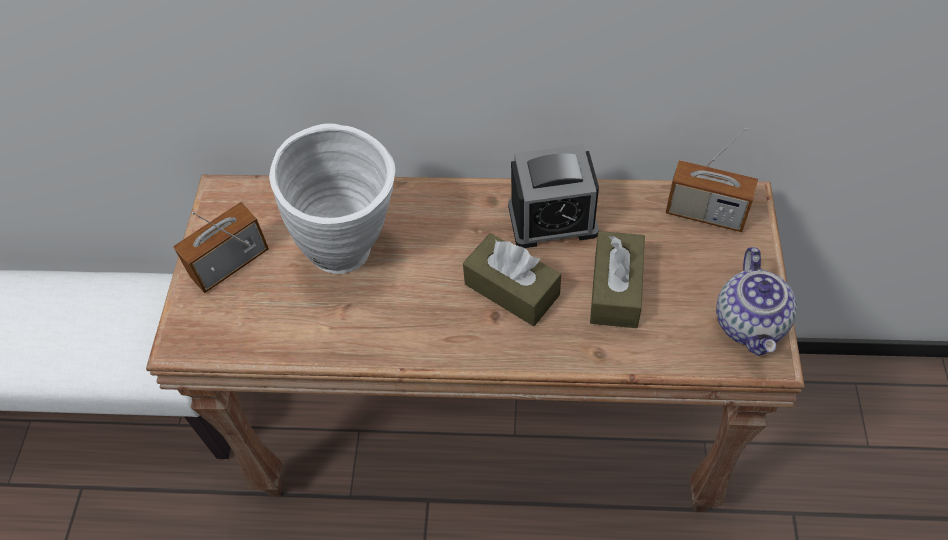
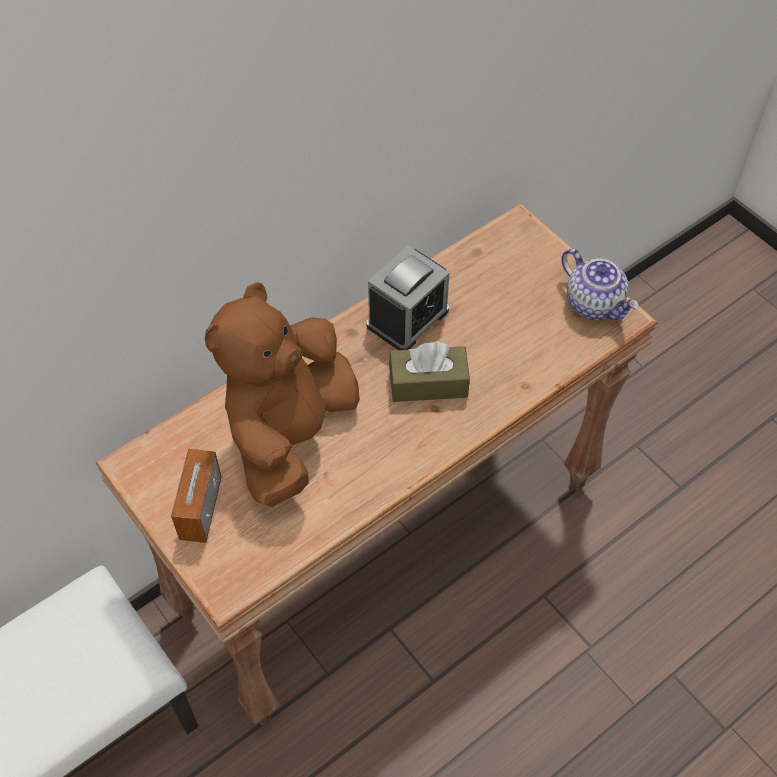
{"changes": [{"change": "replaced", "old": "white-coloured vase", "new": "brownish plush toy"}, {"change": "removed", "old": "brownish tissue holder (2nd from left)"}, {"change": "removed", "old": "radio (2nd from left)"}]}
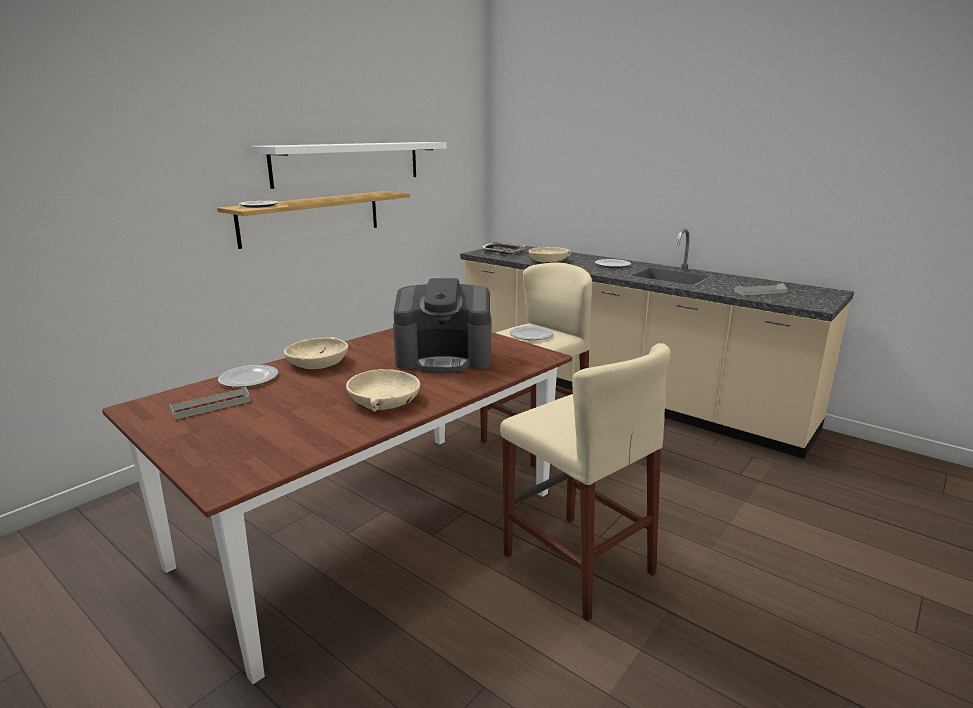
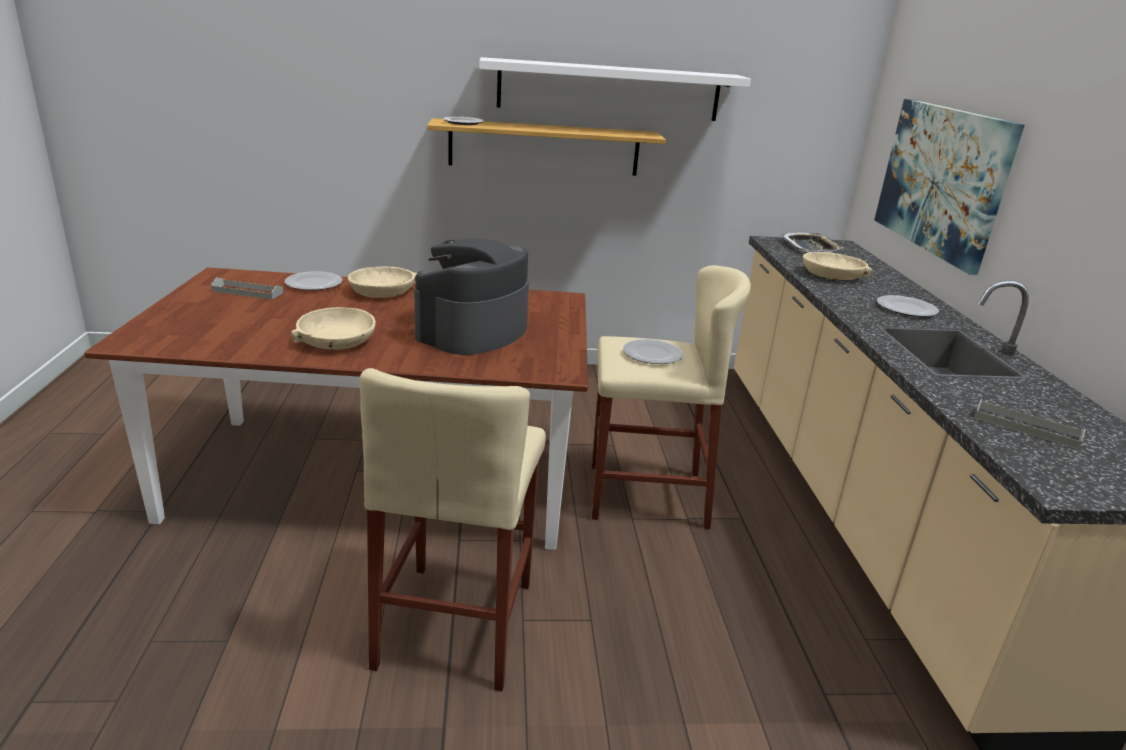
{"changes": [{"change": "turned", "old": "coffee maker", "degrees": 75}, {"change": "added", "new": "picture"}]}
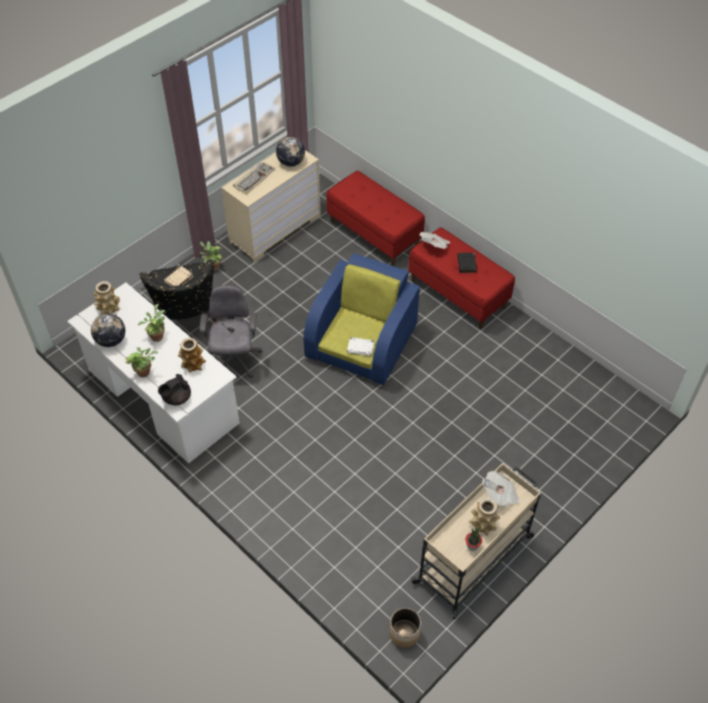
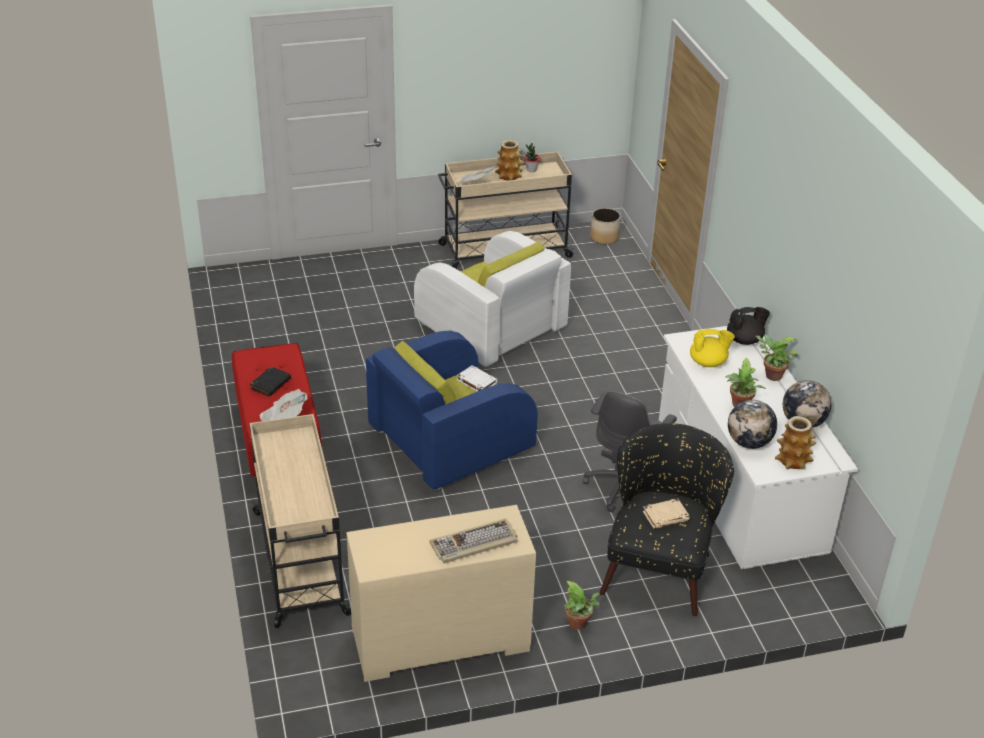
{"changes": [{"change": "replaced", "old": "vase (2nd from left)", "new": "yellowish tea pot"}, {"change": "moved", "old": "world globe (2nd from left in the first image)", "new": "world globe (1st from left)"}, {"change": "replaced", "old": "red long seat (1st from left)", "new": "beige-coloured trolley (1st from left)"}, {"change": "added", "new": "white-coloured armchair"}]}
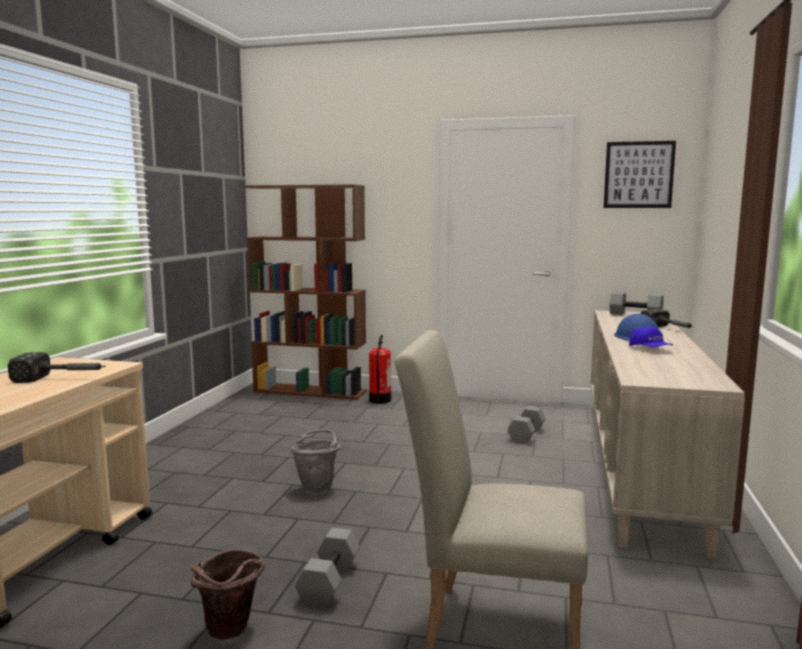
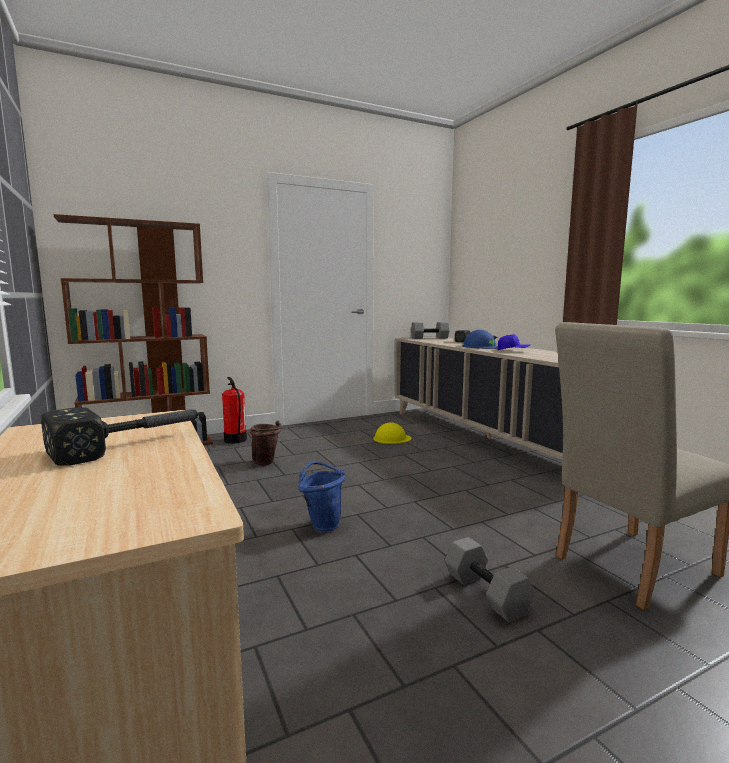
{"changes": [{"change": "moved", "old": "brownish bucket"}, {"change": "recoloured", "old": "greyish bucket", "new": "blue bucket"}, {"change": "replaced", "old": "greyish hand weight (2nd from left)", "new": "yellowish hard hat"}, {"change": "removed", "old": "picture"}]}
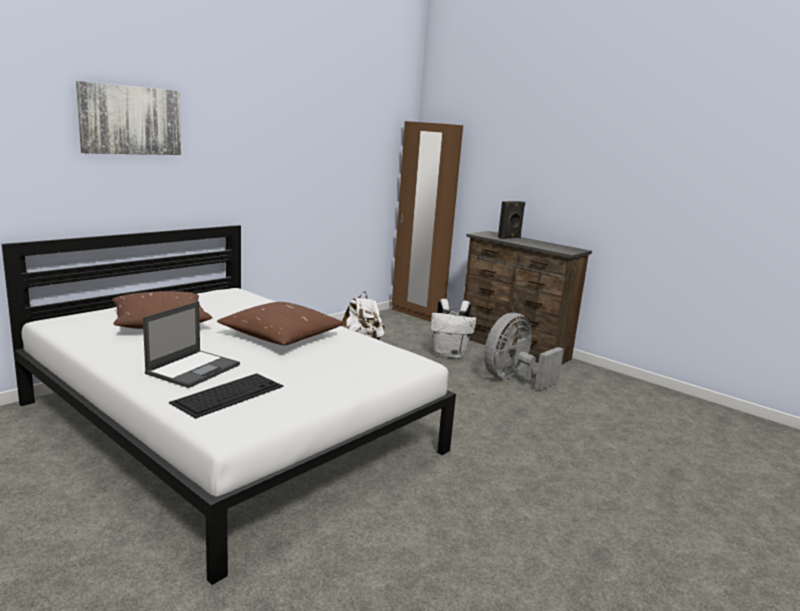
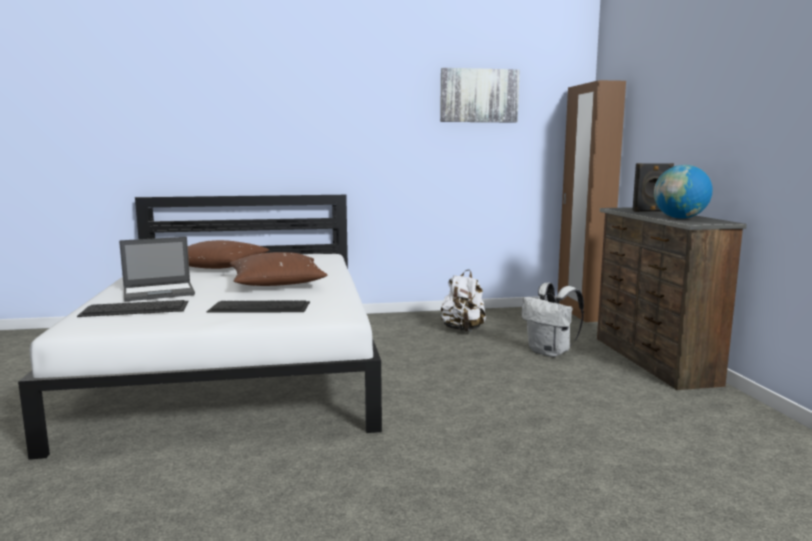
{"changes": [{"change": "moved", "old": "picture"}, {"change": "removed", "old": "greyish cooling fan"}, {"change": "added", "new": "computer keyboard (2nd from left)"}, {"change": "added", "new": "world globe"}]}
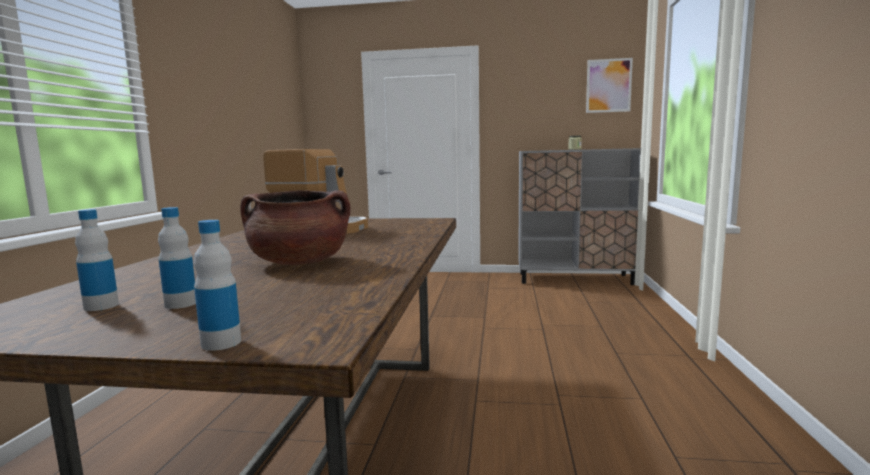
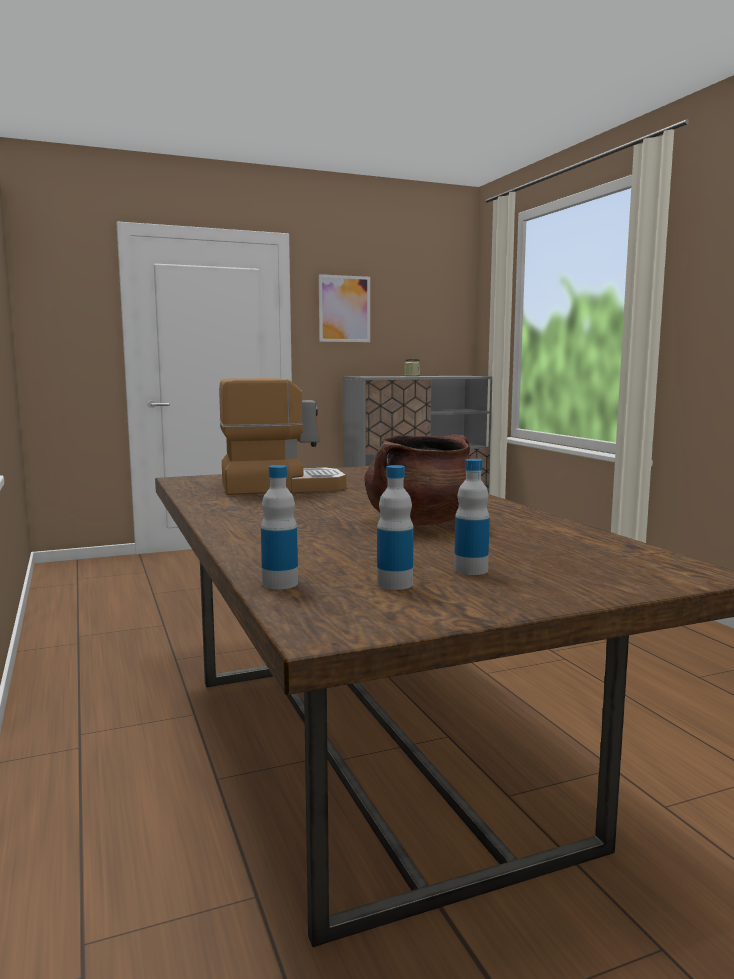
{"changes": [{"change": "moved", "old": "beverage bottle (3rd from left in the first image)", "new": "beverage bottle (1st from left)"}, {"change": "moved", "old": "picture"}]}
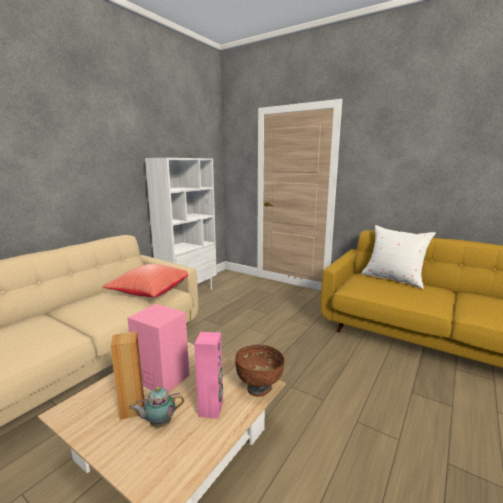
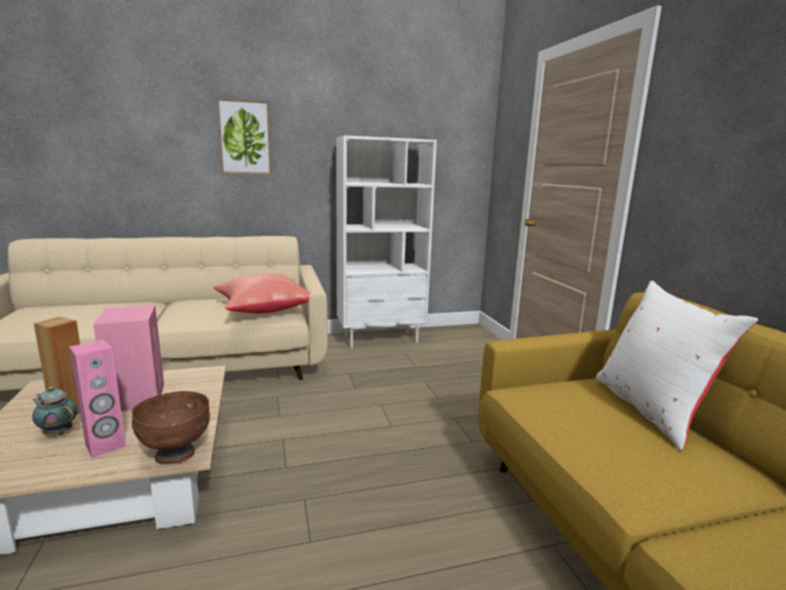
{"changes": [{"change": "added", "new": "picture"}]}
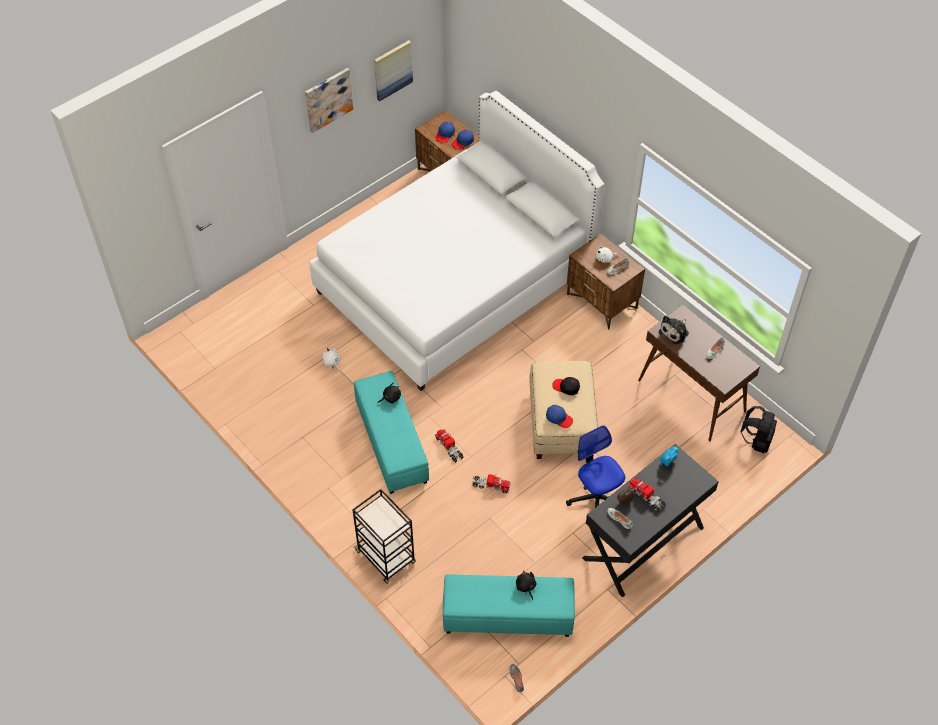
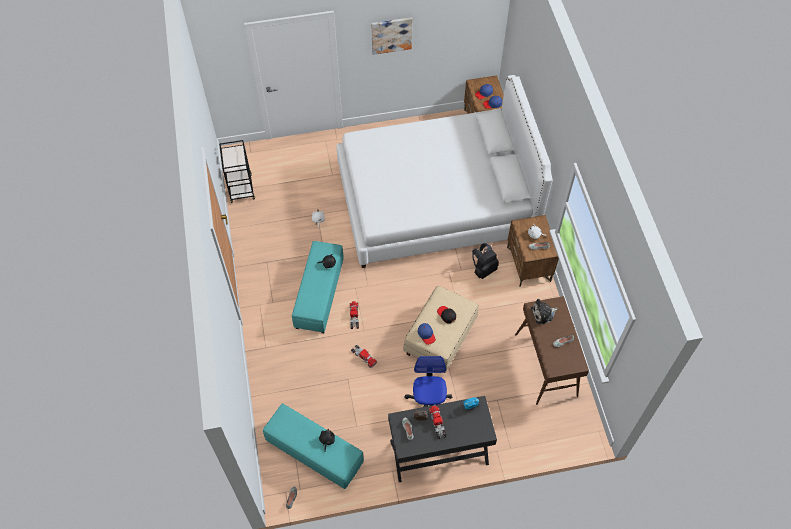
{"changes": [{"change": "moved", "old": "black trolley"}, {"change": "removed", "old": "picture (2nd from left)"}, {"change": "moved", "old": "black backpack"}]}
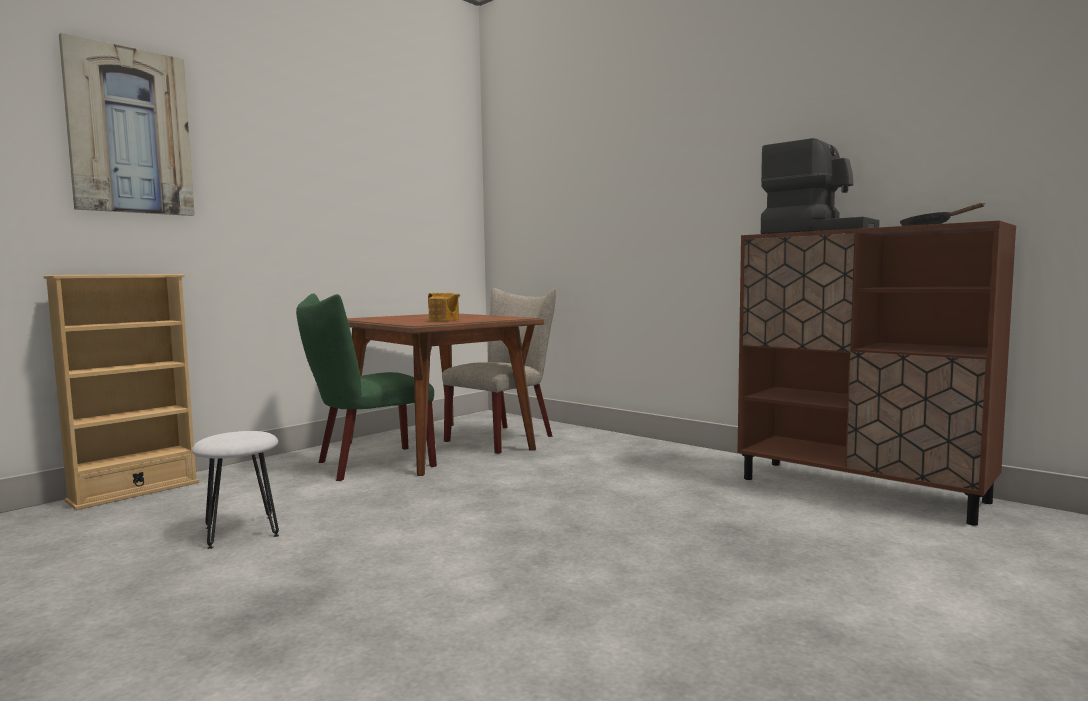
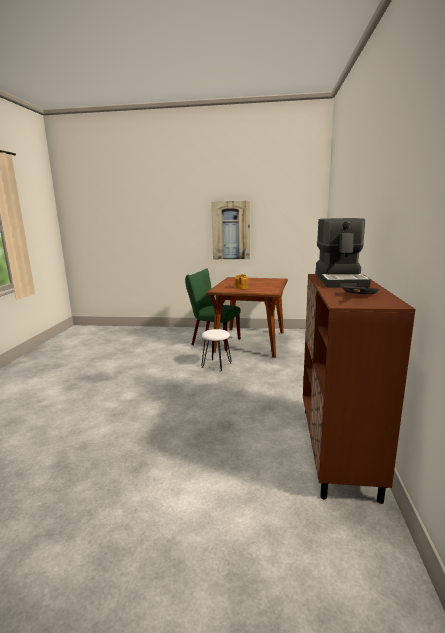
{"changes": [{"change": "removed", "old": "beige-coloured bookcase"}, {"change": "moved", "old": "picture"}, {"change": "moved", "old": "white-coloured stool"}, {"change": "removed", "old": "beige-coloured upright chair"}]}
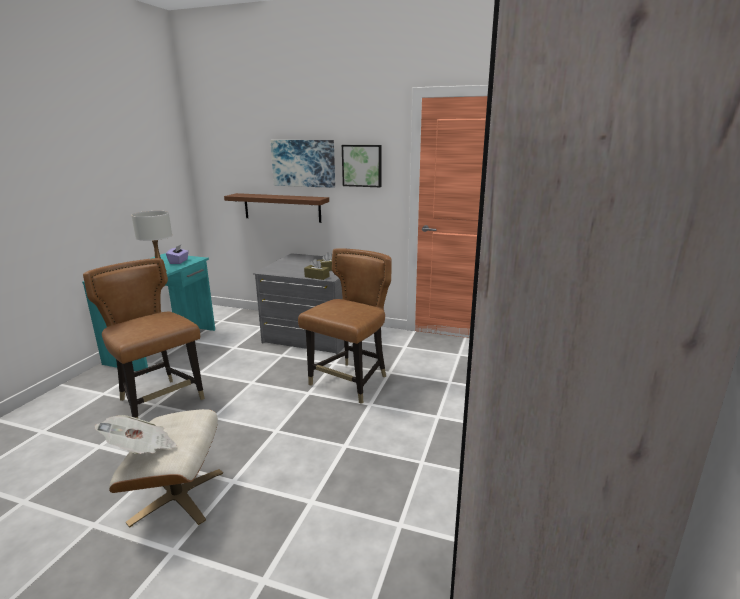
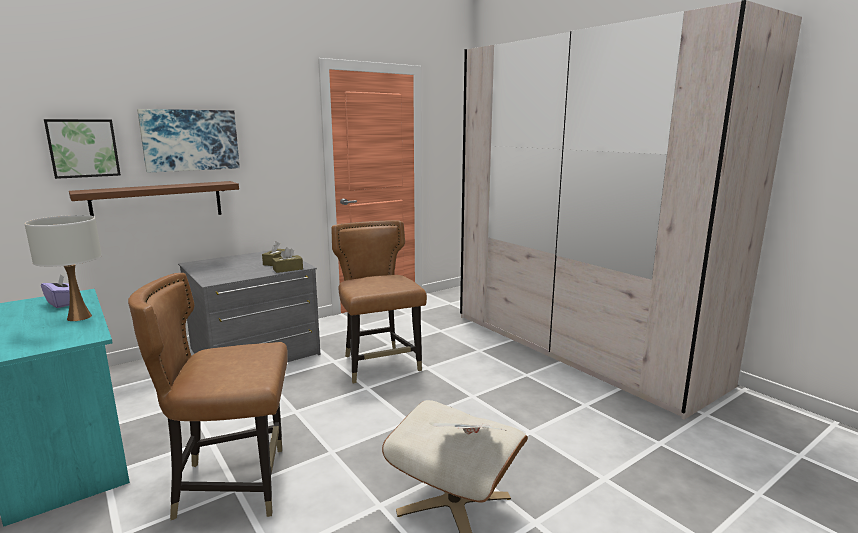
{"changes": [{"change": "moved", "old": "picture (2nd from left in the first image)", "new": "picture (1st from left)"}]}
